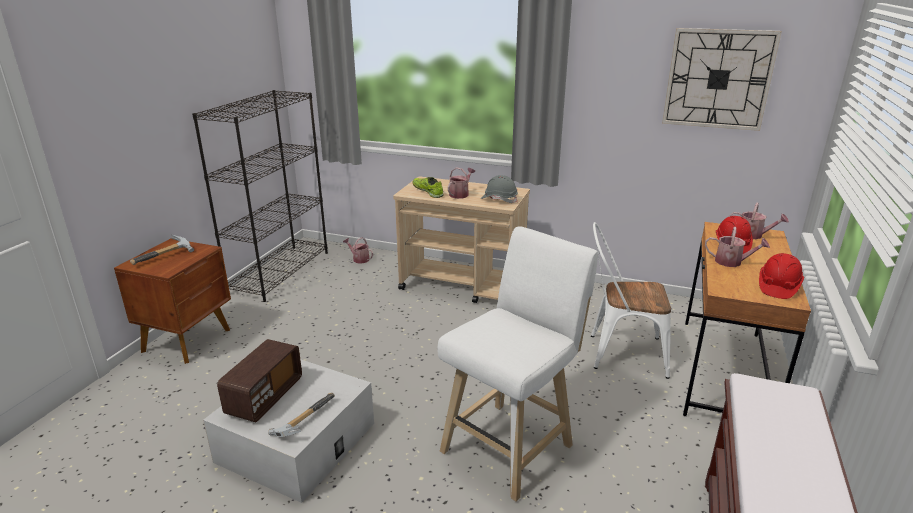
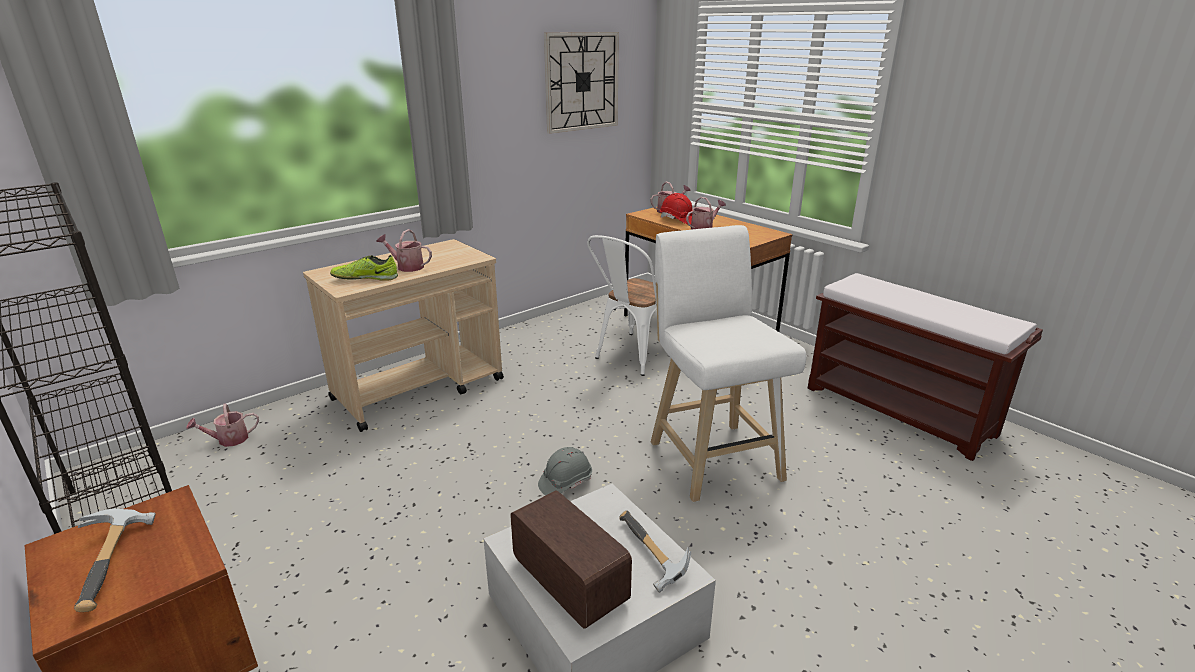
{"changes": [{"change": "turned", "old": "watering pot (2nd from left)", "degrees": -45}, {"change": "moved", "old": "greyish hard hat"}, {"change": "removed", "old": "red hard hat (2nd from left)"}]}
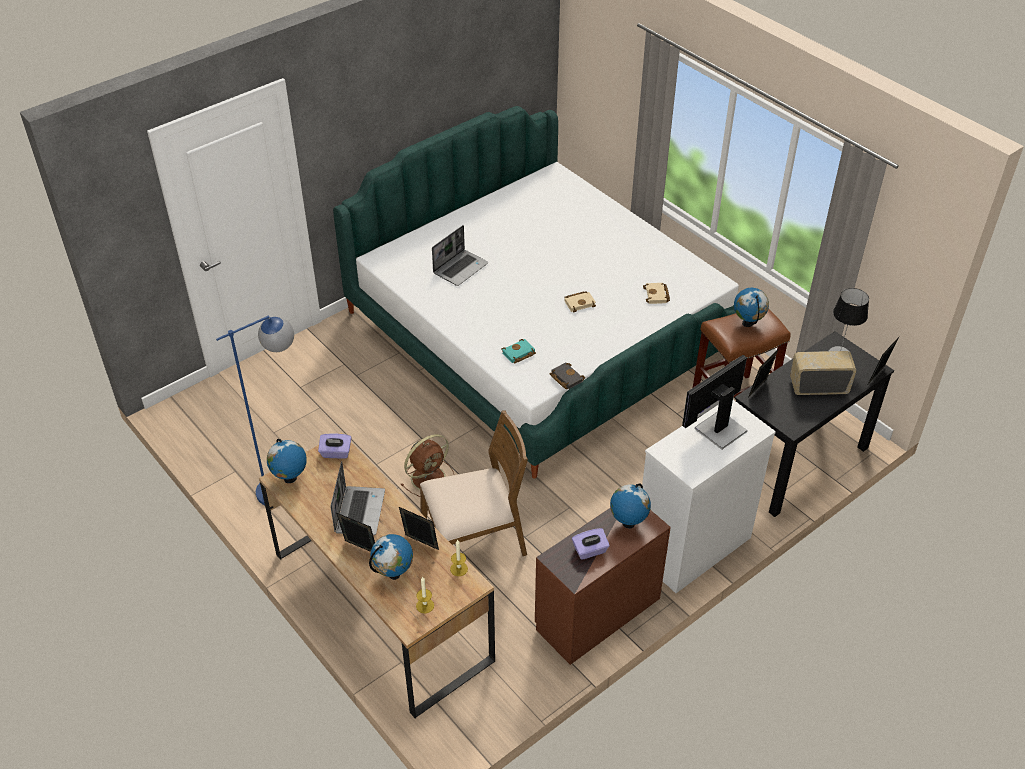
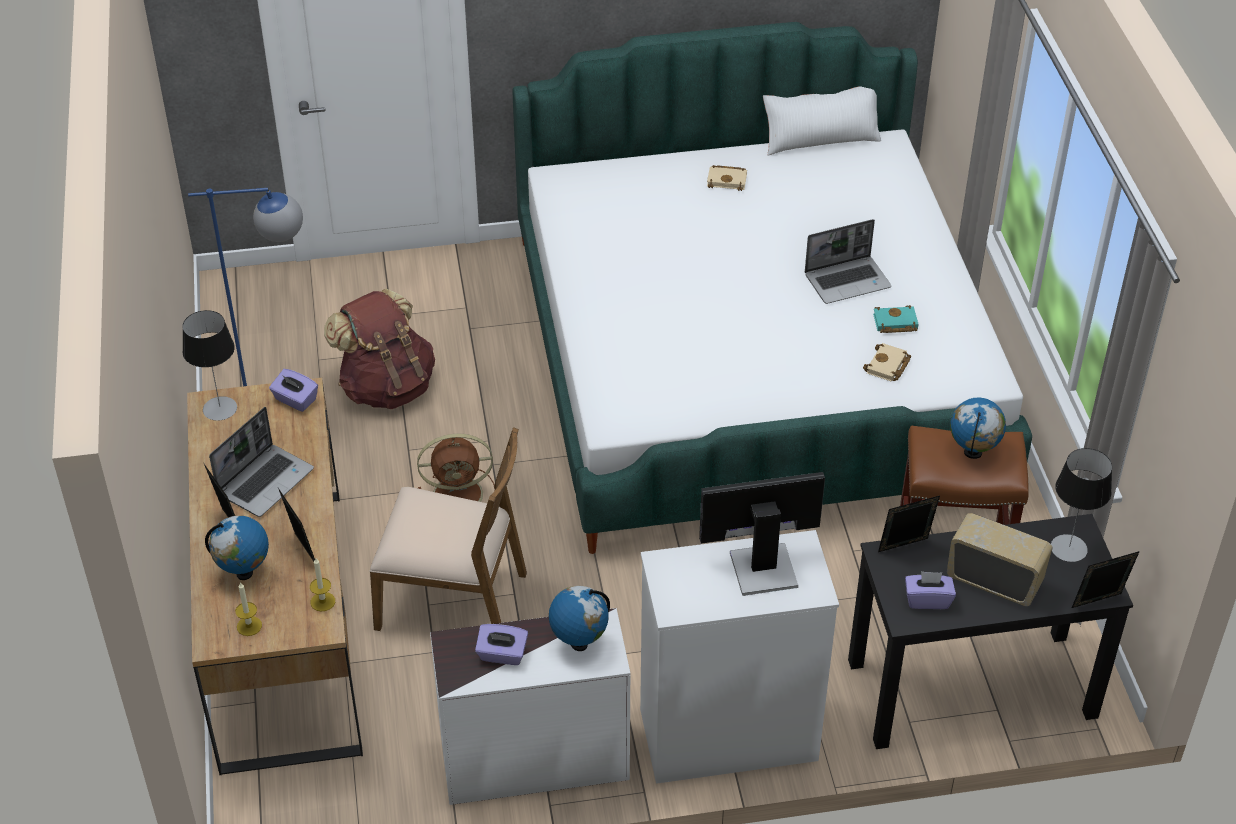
{"changes": [{"change": "replaced", "old": "world globe (1st from left)", "new": "tabletop lamp (1st from left)"}, {"change": "moved", "old": "laptop (2nd from left)"}, {"change": "moved", "old": "turquoise bound book"}, {"change": "recoloured", "old": "brownish chest of drawers", "new": "white-coloured chest of drawers (1st from left)"}, {"change": "removed", "old": "black bound book"}, {"change": "moved", "old": "beige-coloured bound book (1st from left)"}, {"change": "added", "new": "brownish backpack"}, {"change": "added", "new": "white-coloured throw pillow"}, {"change": "added", "new": "purplish tissue holder (3rd from left)"}]}
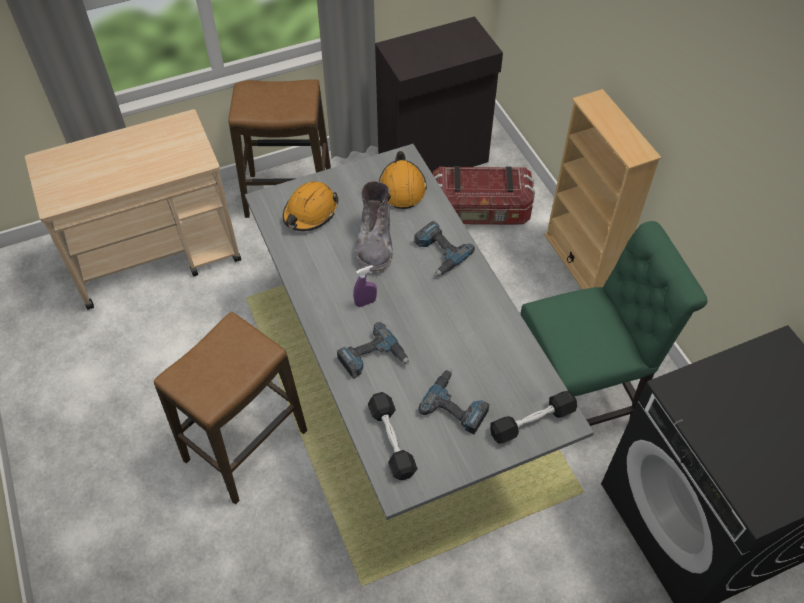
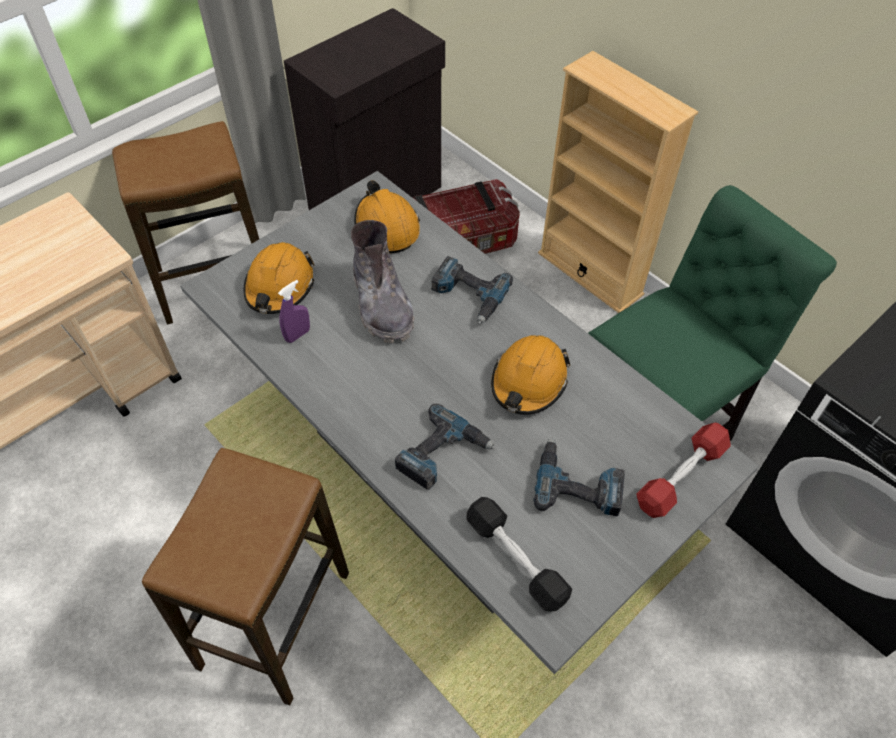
{"changes": [{"change": "moved", "old": "purplish sprayer"}, {"change": "recoloured", "old": "black hand weight (2nd from left)", "new": "red hand weight"}, {"change": "added", "new": "orange-coloured hard hat (3rd from left)"}]}
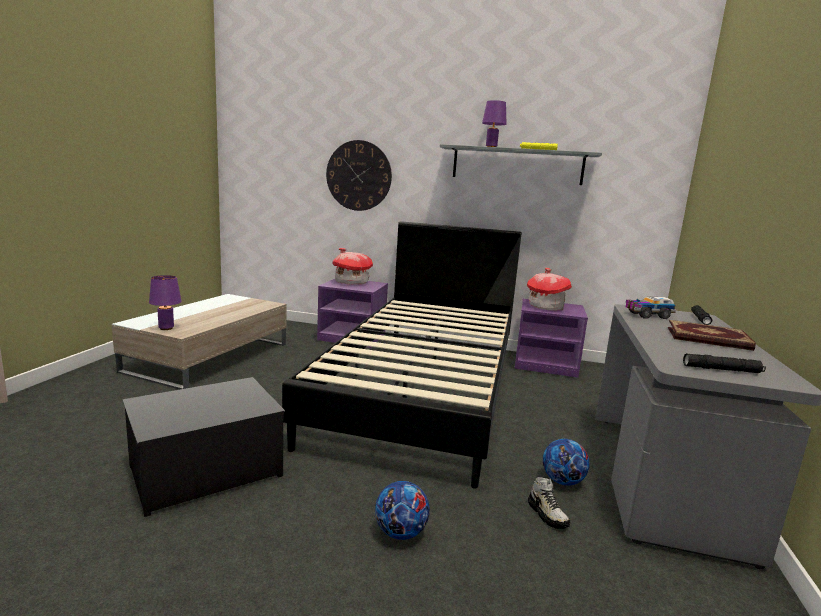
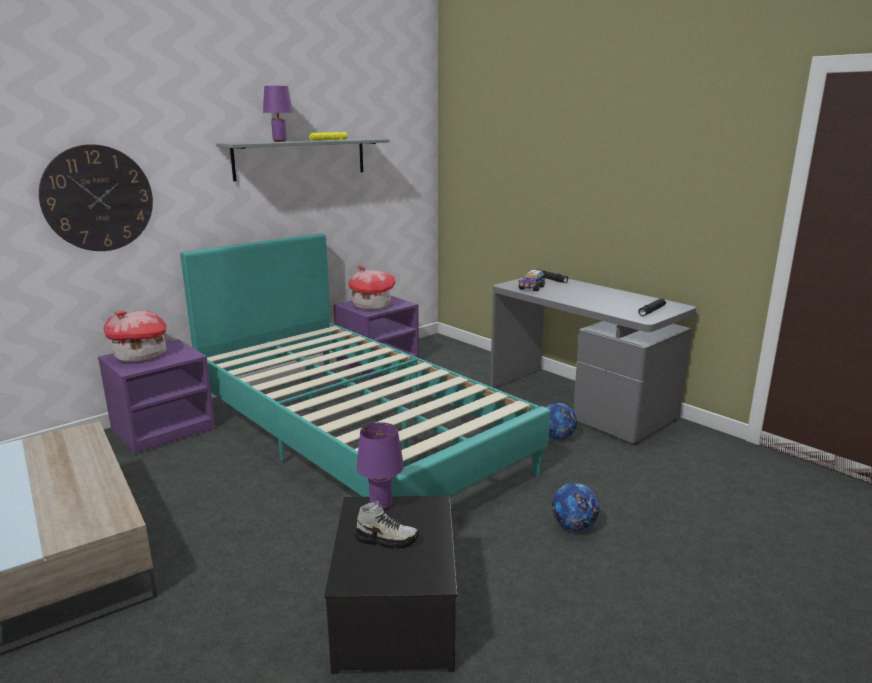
{"changes": [{"change": "moved", "old": "purplish tabletop lamp (1st from left in the first image)", "new": "purplish tabletop lamp (2nd from left)"}, {"change": "recoloured", "old": "black bed", "new": "turquoise bed"}, {"change": "moved", "old": "item of footwear"}, {"change": "removed", "old": "bound book"}]}
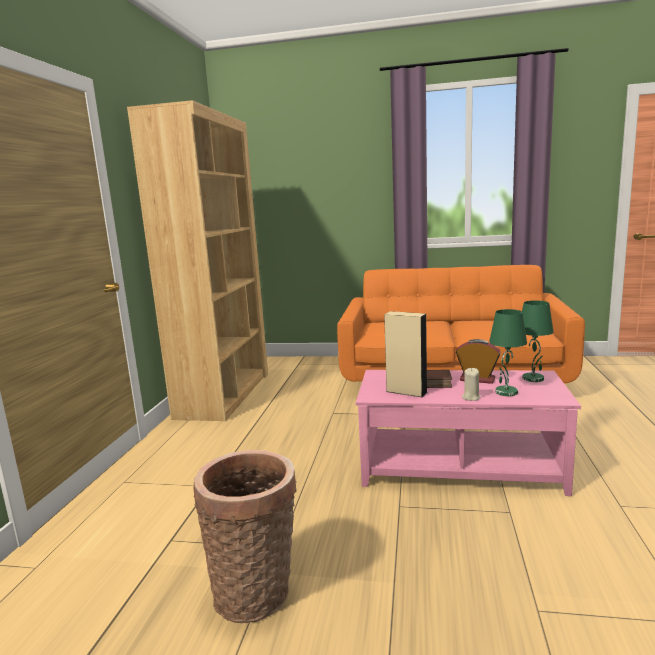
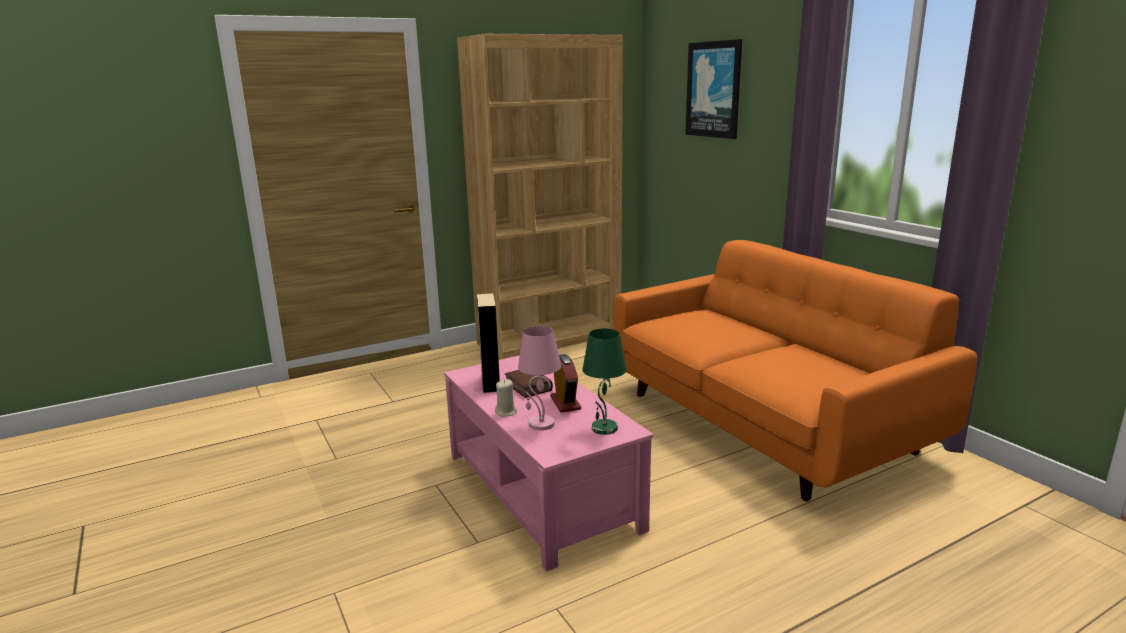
{"changes": [{"change": "removed", "old": "household basket"}, {"change": "recoloured", "old": "green-coloured tabletop lamp (1st from left)", "new": "pink tabletop lamp"}, {"change": "added", "new": "picture"}]}
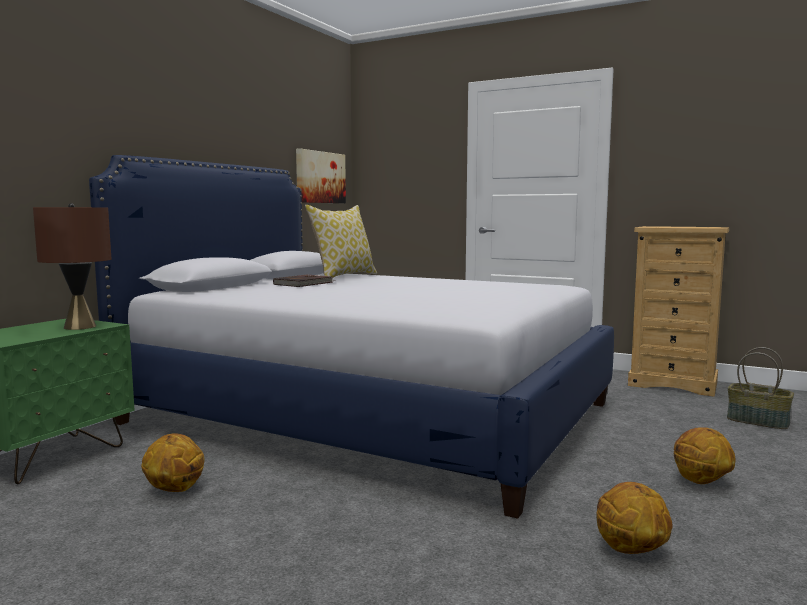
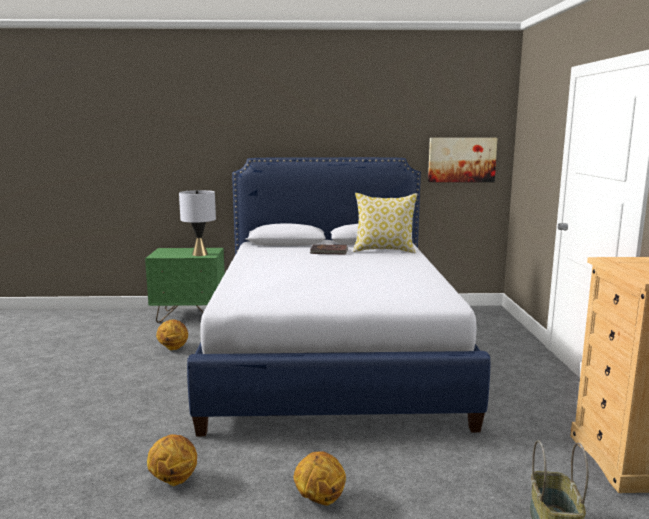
{"changes": [{"change": "recoloured", "old": "brownish tabletop lamp", "new": "greyish tabletop lamp"}]}
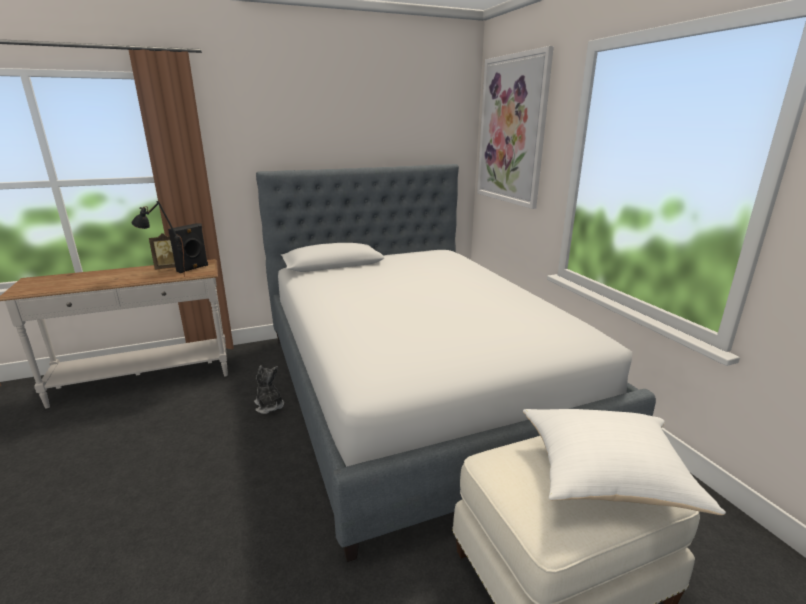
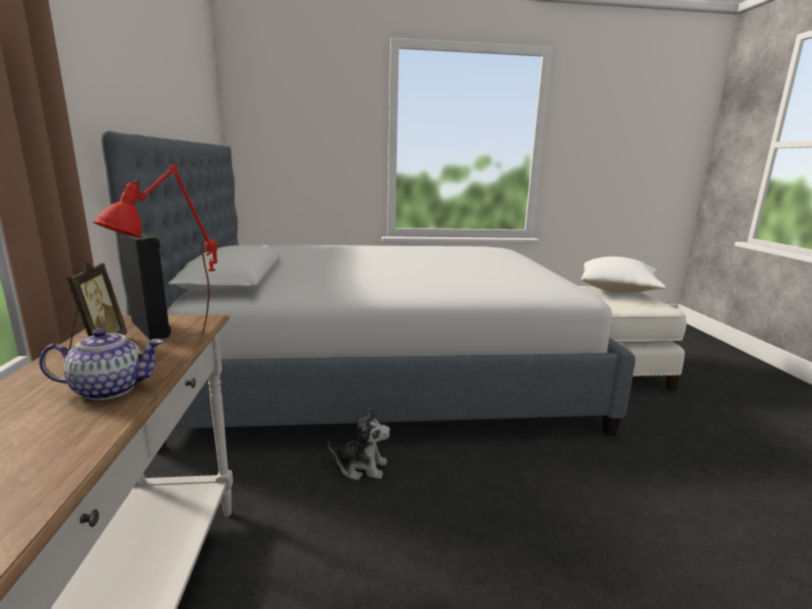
{"changes": [{"change": "recoloured", "old": "black tabletop lamp", "new": "red tabletop lamp"}, {"change": "turned", "old": "plush toy", "degrees": -150}, {"change": "removed", "old": "picture"}, {"change": "added", "new": "tea pot"}]}
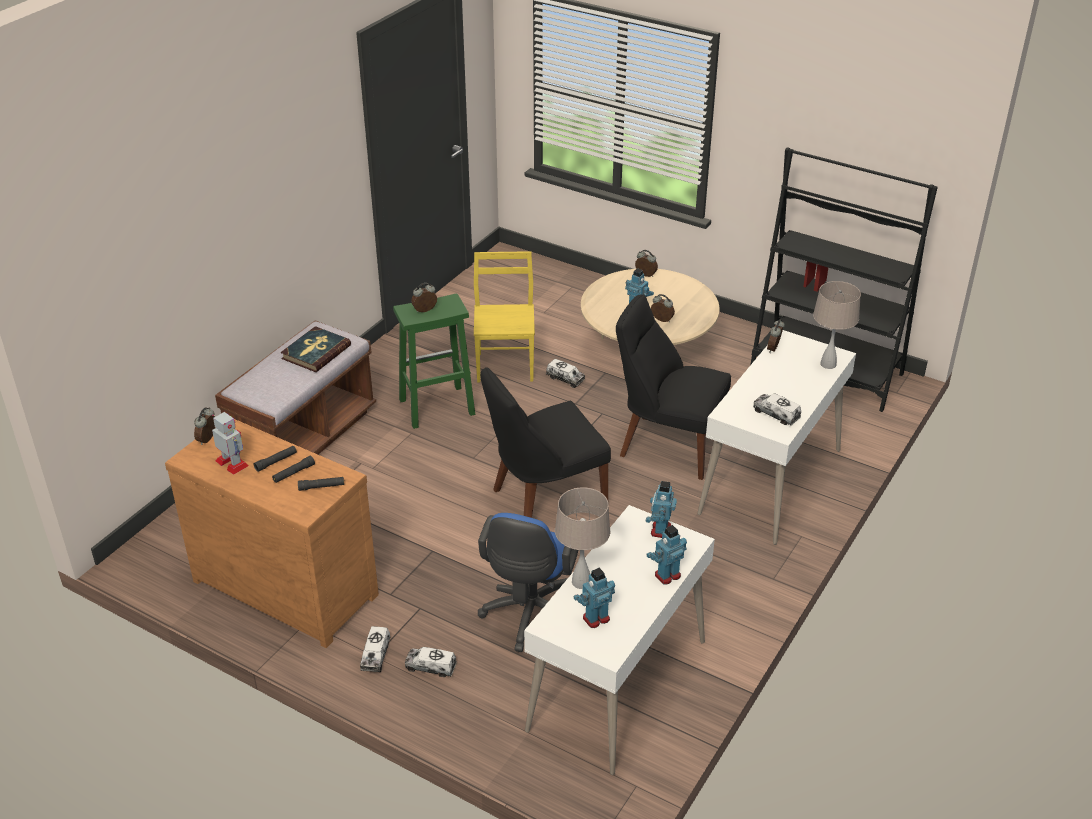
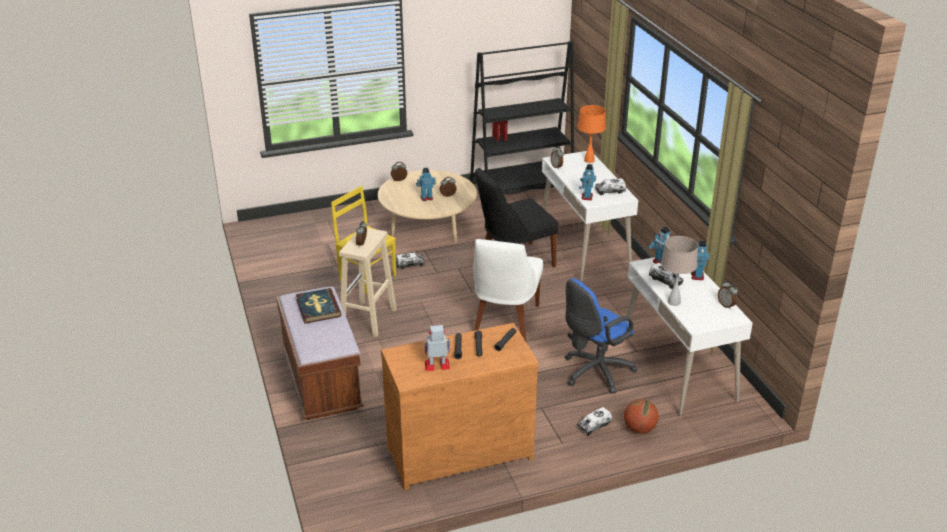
{"changes": [{"change": "moved", "old": "table clock (1st from left in the first image)", "new": "table clock (5th from left)"}, {"change": "moved", "old": "toy truck (1st from left in the first image)", "new": "toy truck (4th from left)"}, {"change": "recoloured", "old": "green-coloured stool", "new": "beige-coloured stool"}, {"change": "turned", "old": "blue desk chair", "degrees": 90}, {"change": "recoloured", "old": "black upright chair (1st from left)", "new": "white-coloured upright chair"}, {"change": "moved", "old": "toy robot (2nd from left in the first image)", "new": "toy robot (3rd from left)"}, {"change": "recoloured", "old": "beige-coloured tabletop lamp (2nd from left)", "new": "orange-coloured tabletop lamp"}, {"change": "added", "new": "basketball ball"}]}
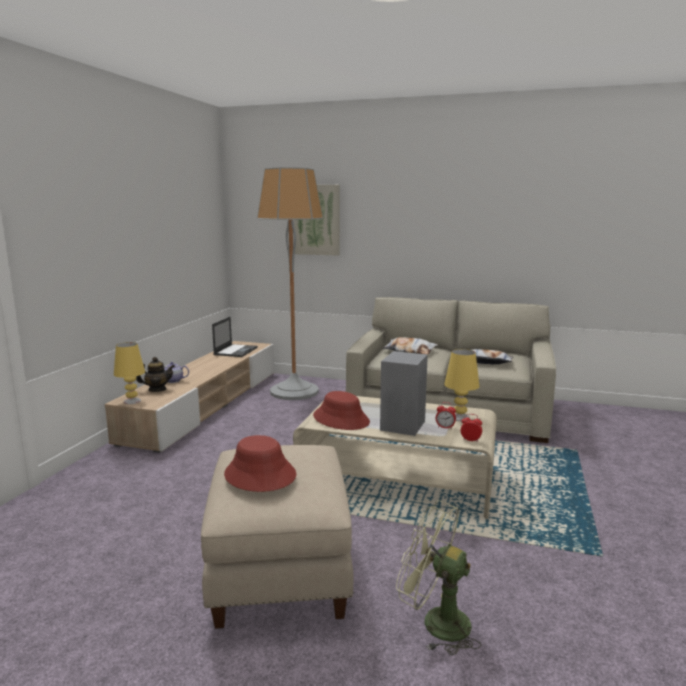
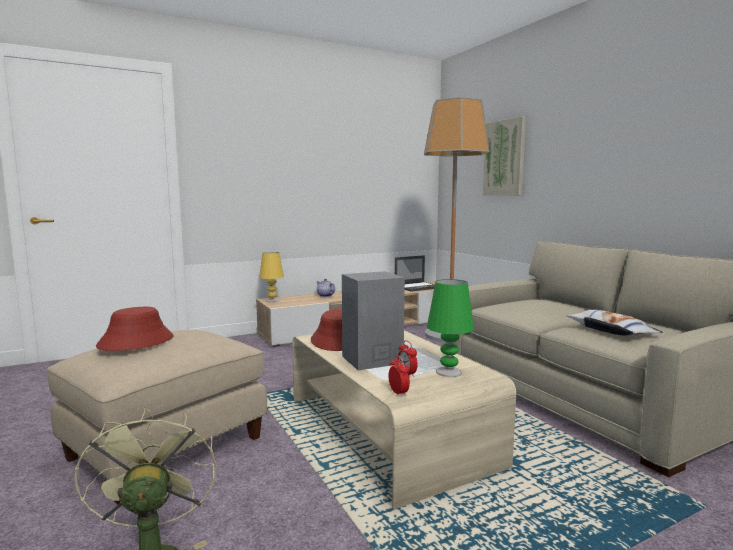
{"changes": [{"change": "removed", "old": "tea pot (1st from left)"}, {"change": "removed", "old": "throw pillow (1st from left)"}, {"change": "recoloured", "old": "yellowish tabletop lamp (2nd from left)", "new": "green-coloured tabletop lamp"}]}
